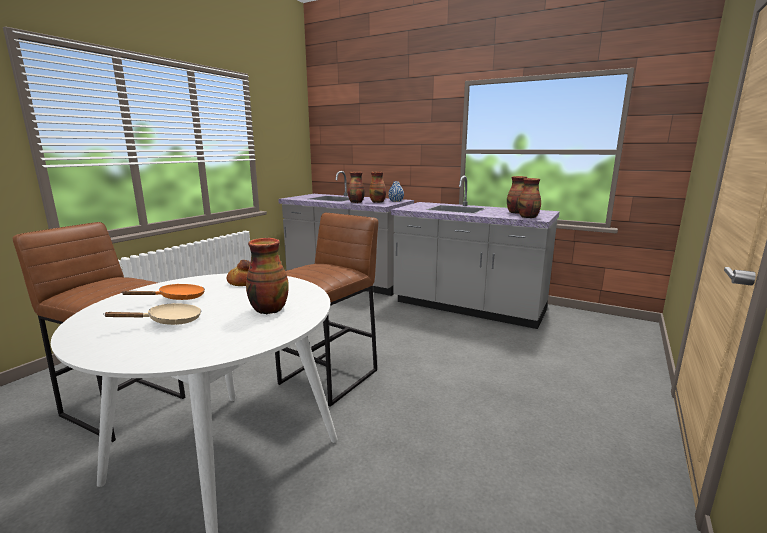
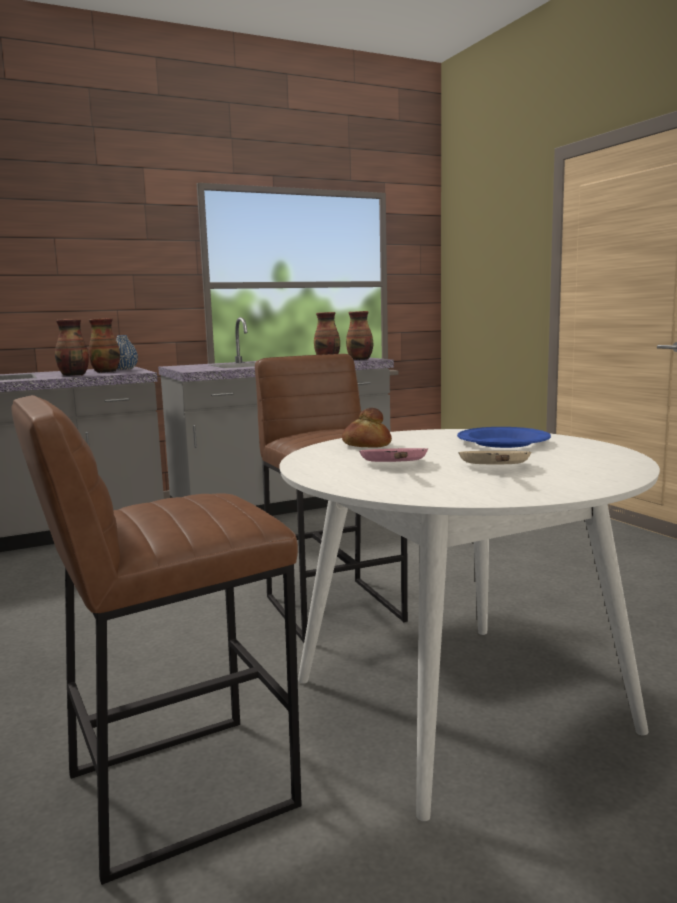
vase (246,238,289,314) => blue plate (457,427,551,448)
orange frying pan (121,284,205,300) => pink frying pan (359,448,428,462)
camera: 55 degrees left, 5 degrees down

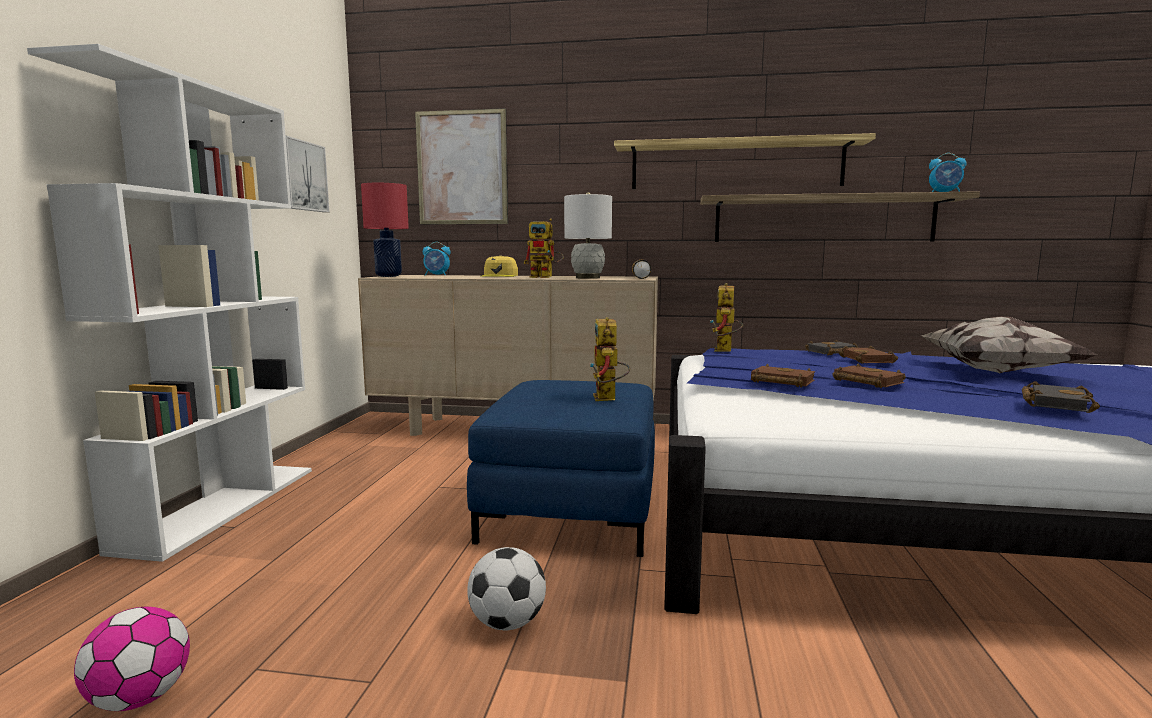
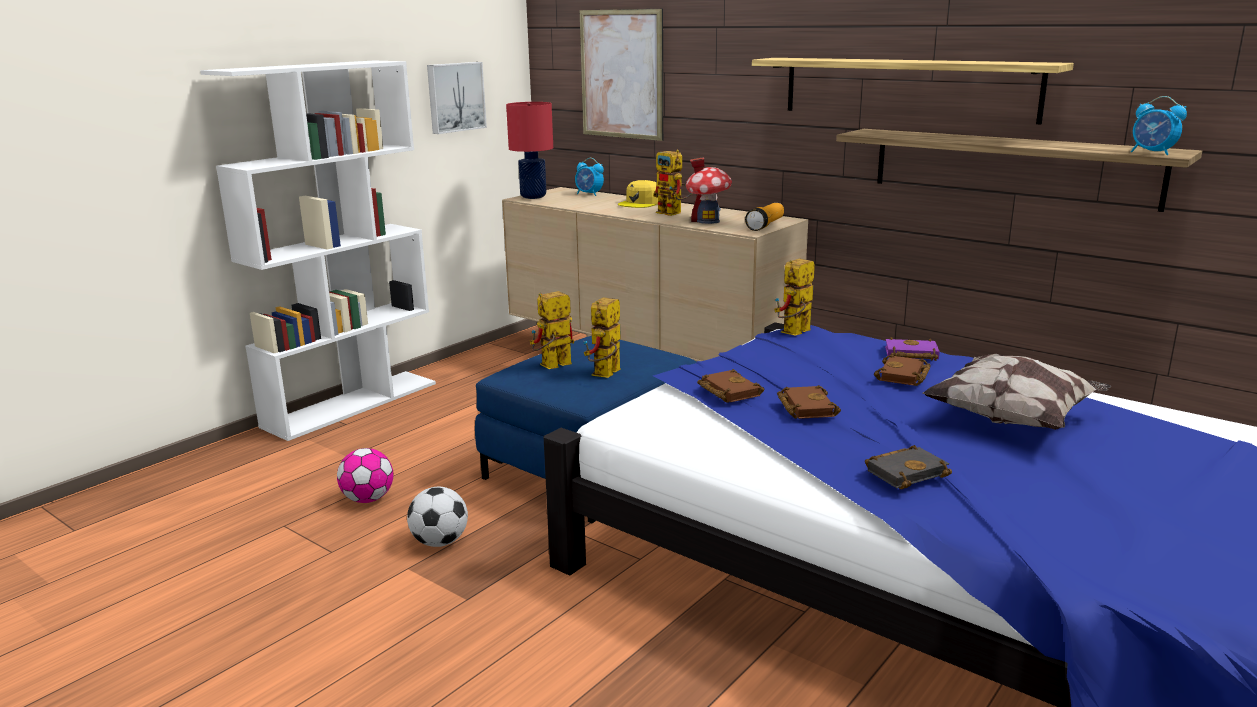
white table lamp (564,192,612,279) => toy house (686,157,732,224)
black book (805,339,860,355) => purple book (885,337,940,361)
football (74,607,190,711) => football (337,448,393,503), relocated
nothing => toy robot (530,291,574,369)
camera: 30 degrees right, 10 degrees up

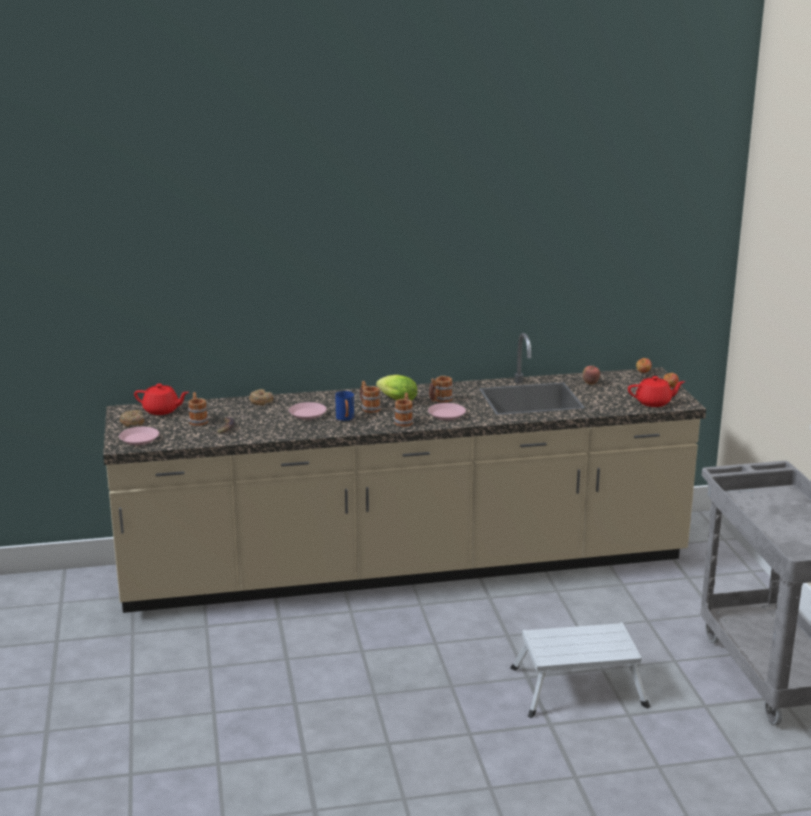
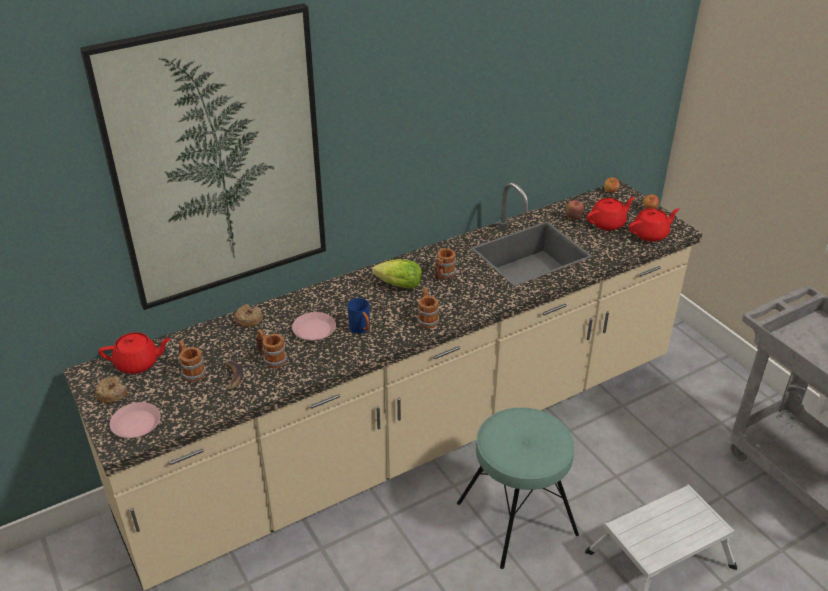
mug (360,381,382,413) => mug (256,329,287,368), relocated
pink plate (428,403,466,420) => nothing
nothing => picture (80,3,326,310)
nothing => red teapot (587,197,635,231)
nothing => turquoise stool (457,407,579,569)
camera: 20 degrees left, 15 degrees up

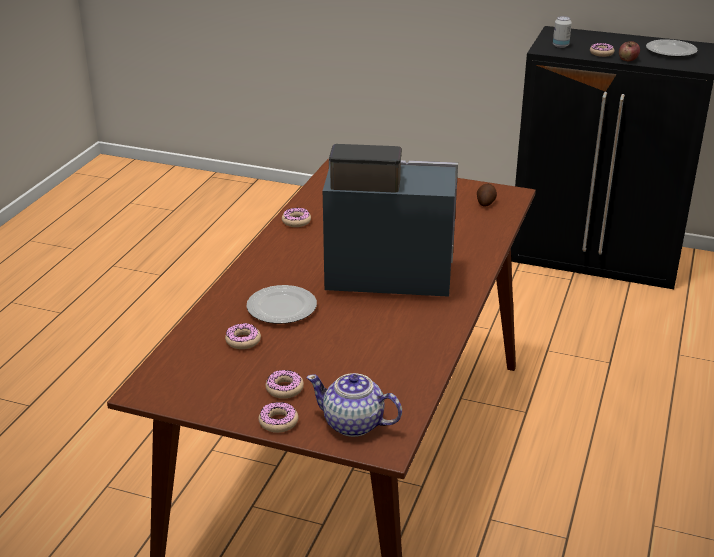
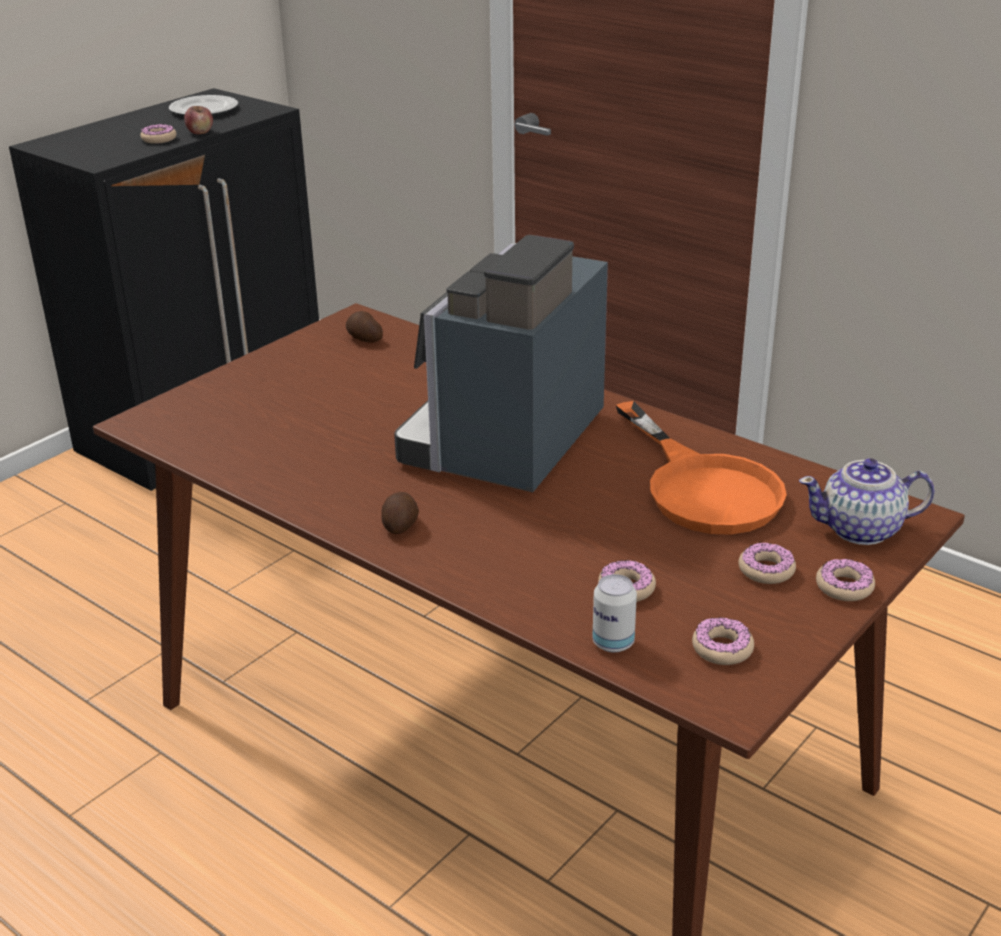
can (553,16,572,48) => can (593,574,637,653), relocated
donut (282,207,311,227) => donut (692,617,754,665), relocated
plate (246,285,317,324) => nothing
teapot (306,373,402,437) => teapot (799,458,935,545), 45 degrees clockwise
nothing => orange frying pan (616,401,787,535)
nothing => potato (381,492,419,534)
camera: 70 degrees left, 0 degrees up

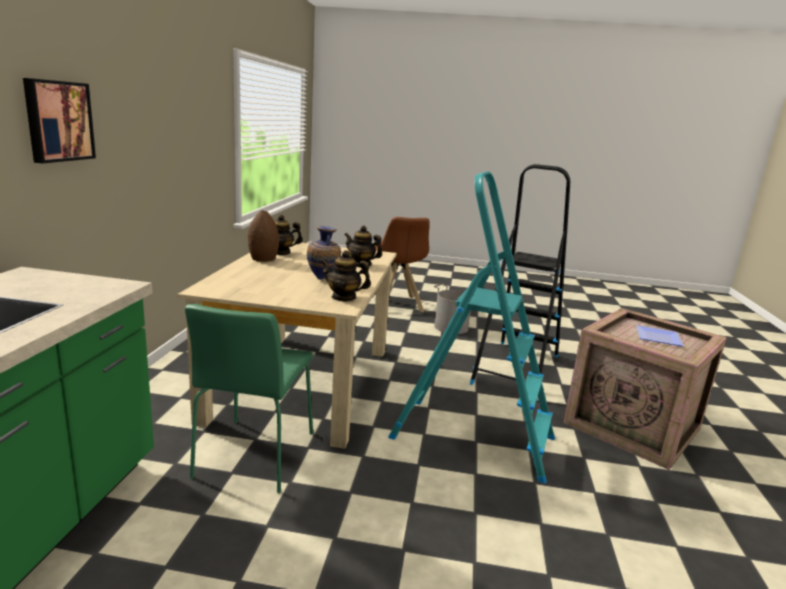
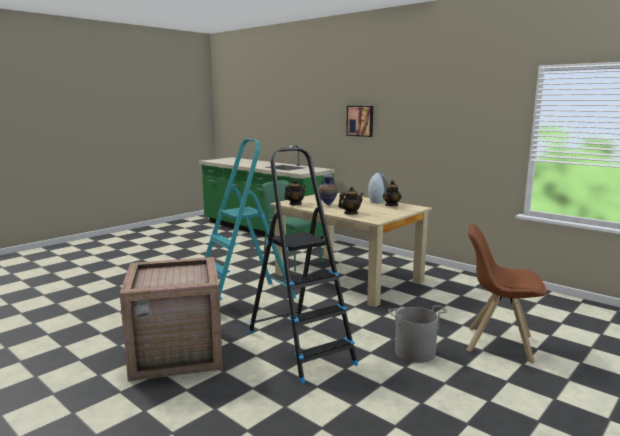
brown vase (248,211,279,262) => grey vase (368,173,388,203)
plate (636,325,684,347) => nothing
camera: 125 degrees right, 5 degrees down

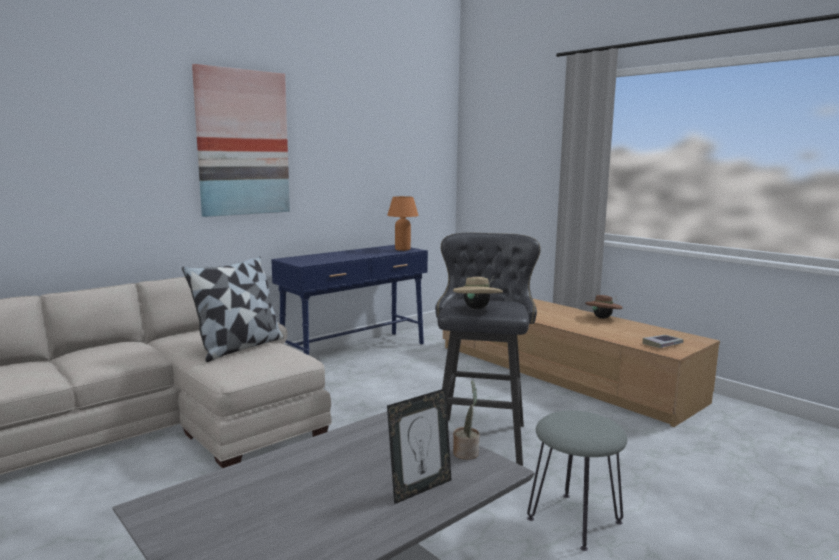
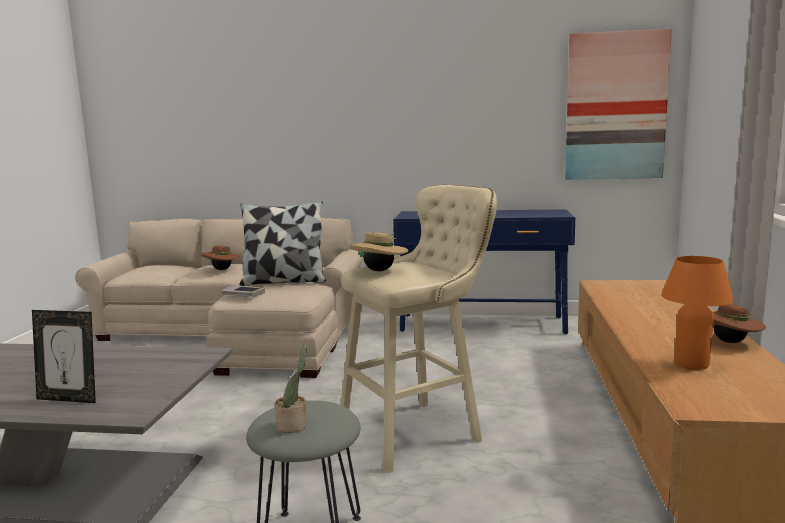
picture (192,64,290,217) => picture (565,29,672,180), relocated
orange table lamp (387,196,419,251) => orange table lamp (661,256,734,370), relocated
black stool (435,232,541,466) => beige stool (341,184,497,473)
book (643,335,683,348) => book (221,285,265,297), relocated
potted plant (453,381,480,460) => potted plant (275,344,307,433), relocated
nothing => brown hat (202,246,240,270)
camera: 50 degrees right, 0 degrees up

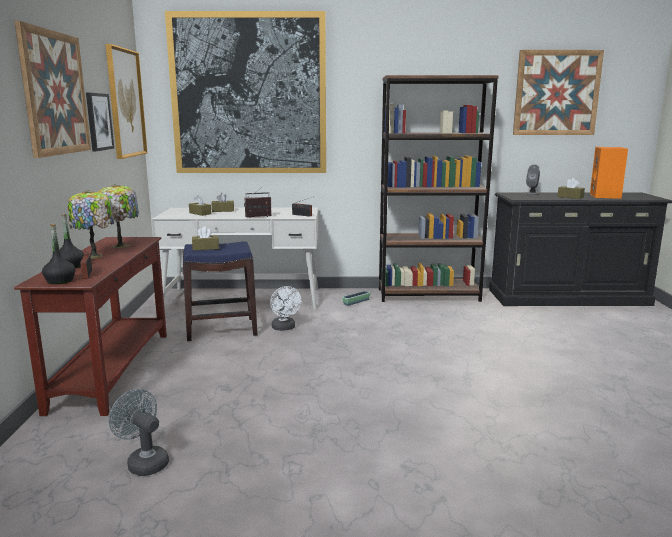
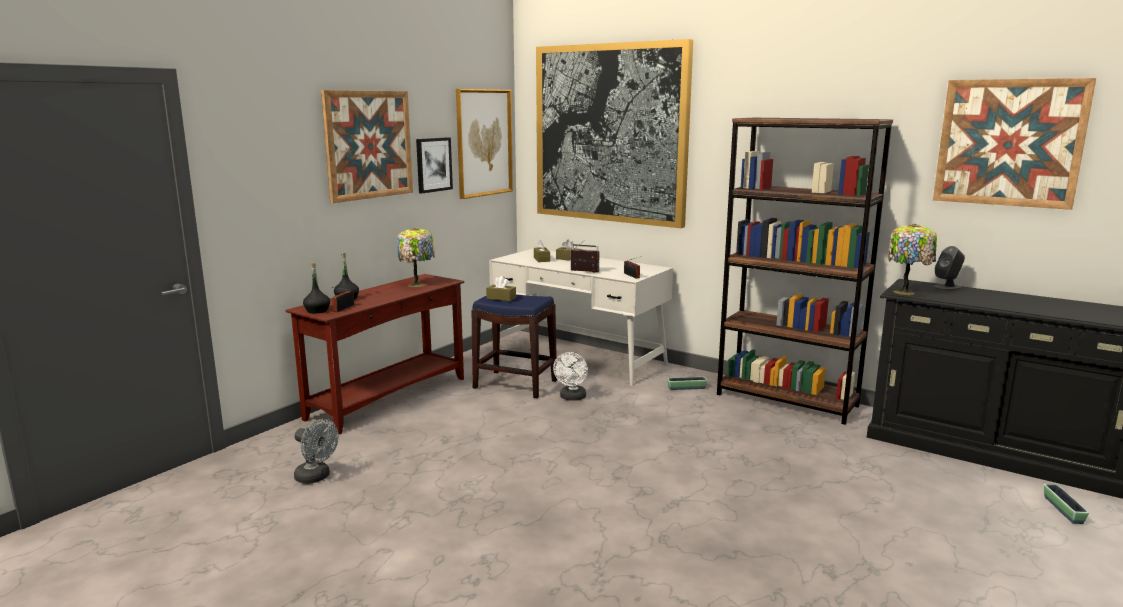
orange speaker (590,147,628,199) => nothing
brown tissue box (557,178,585,199) => nothing
table lamp (67,190,114,259) => table lamp (888,224,937,295), relocated
grey fan (109,389,169,476) => grey fan (294,419,339,484), 135 degrees clockwise
nothing => planter (1044,484,1089,524)
camera: 35 degrees right, 0 degrees up

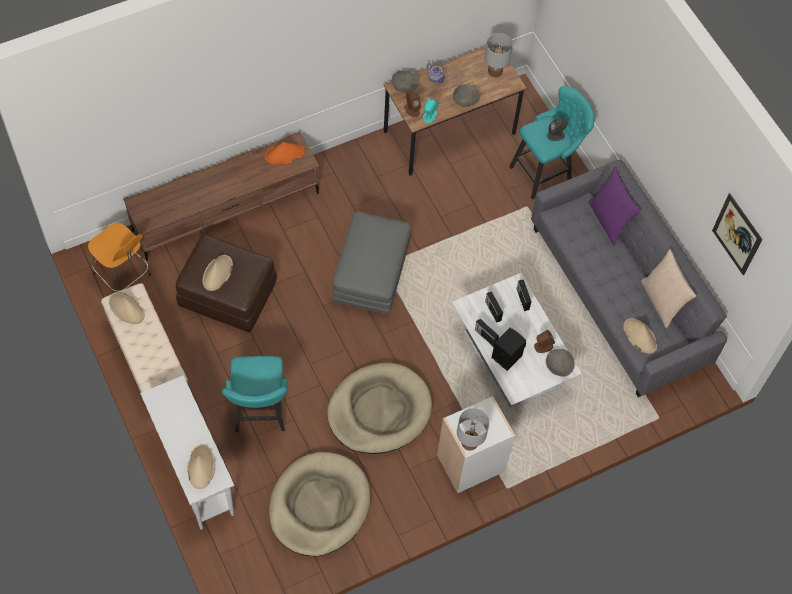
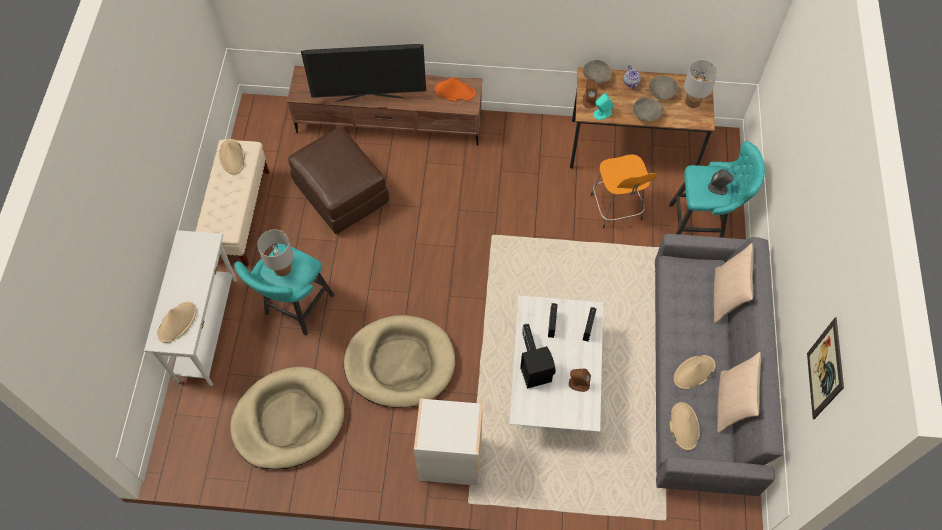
purple pillow (589,168,641,246) => beige pillow (714,243,753,323)
grey ottoman (332,212,411,315) => nothing
orange stool (88,223,151,292) => orange stool (591,154,657,228), relocated
beige hat (203,255,233,291) => beige hat (673,355,715,389), relocated
grey bowl (546,349,575,376) => grey bowl (649,76,677,100), relocated
grey table lamp (457,408,489,451) => grey table lamp (257,230,293,276), relocated
nothing => television (301,44,426,102)
camera: 35 degrees right, 0 degrees up

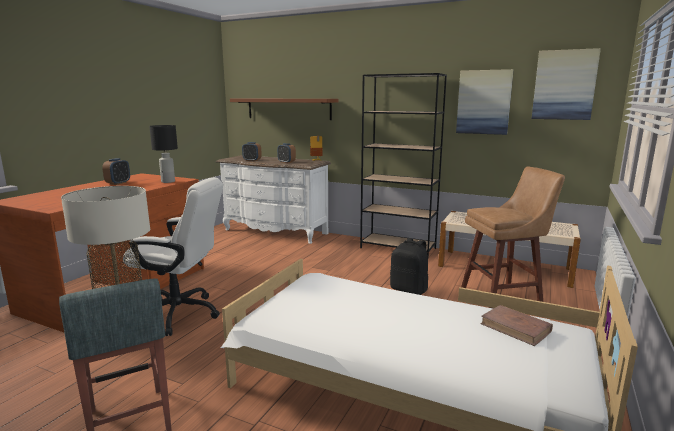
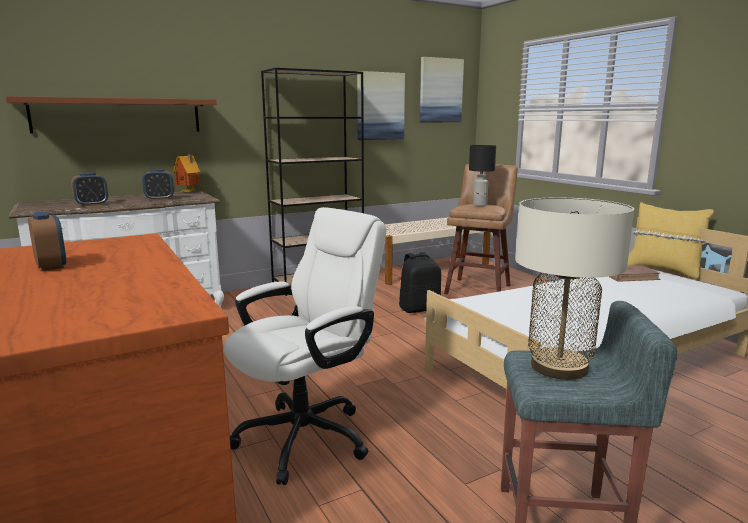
black table lamp (149,125,178,183) => black table lamp (469,145,496,206), relocated
nothing => yellow pillow (627,202,714,280)
camera: 55 degrees left, 0 degrees up

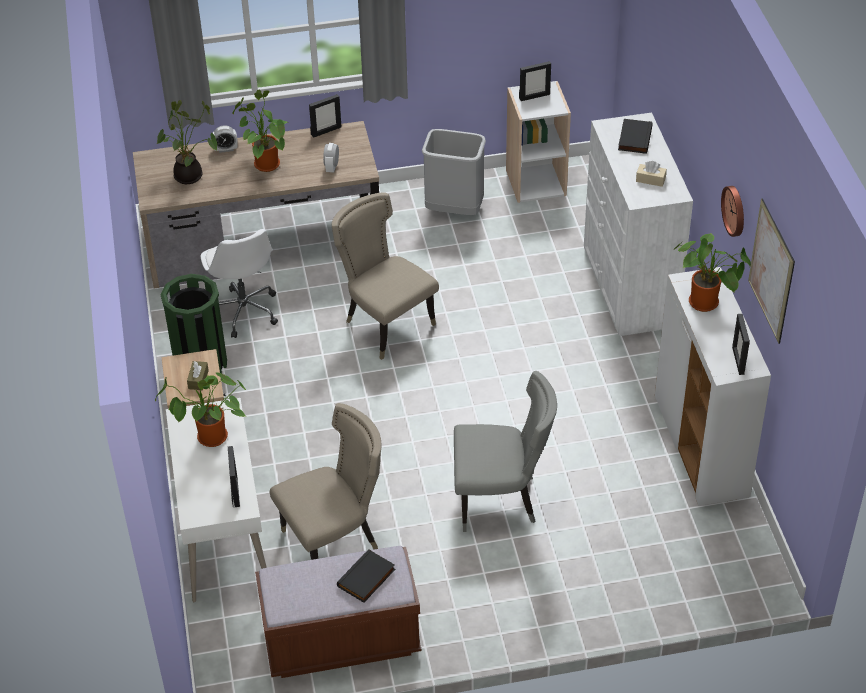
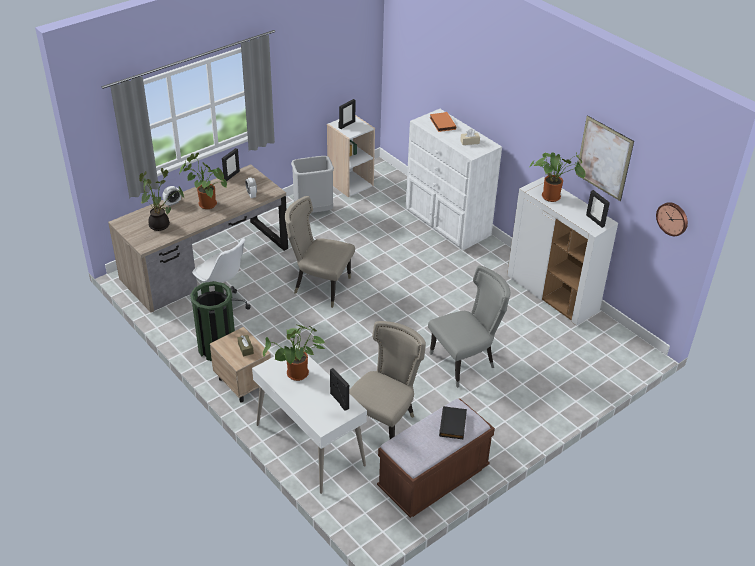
black book (618,119,653,154) => orange book (430,112,456,132)
wall clock (721,186,744,237) => wall clock (656,202,688,236), relocated
camera: 30 degrees left, 5 degrees down

